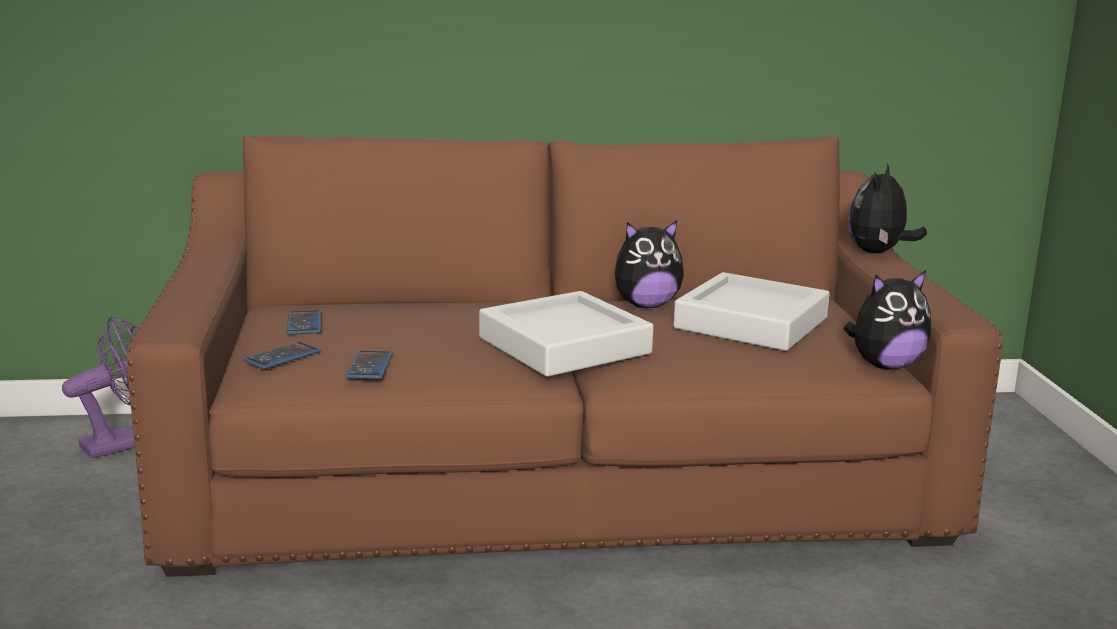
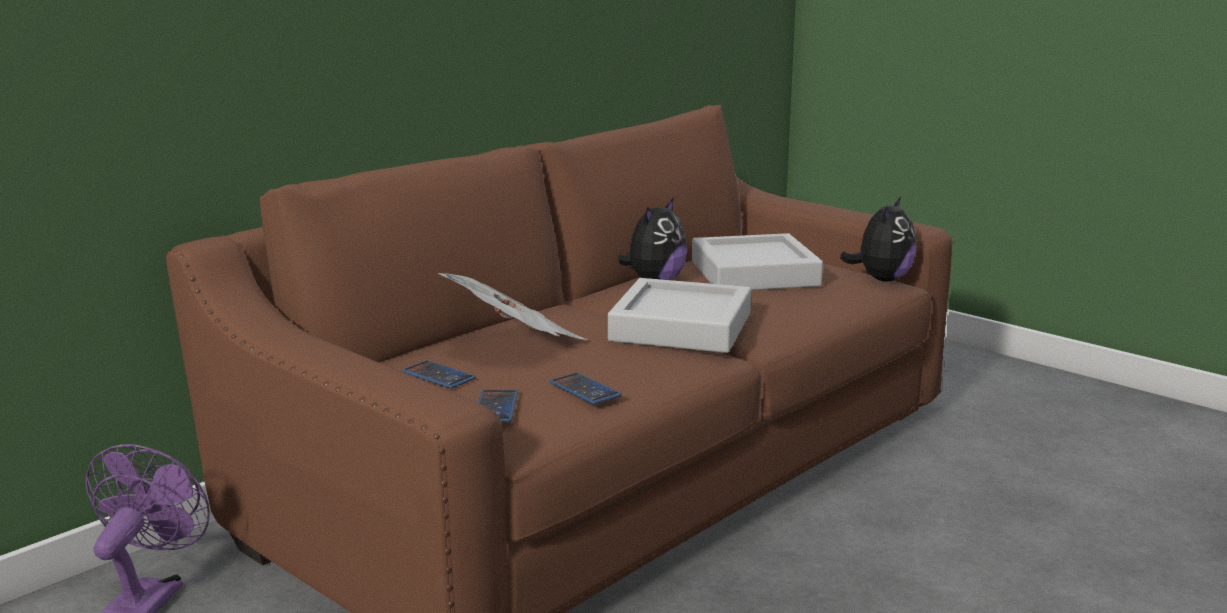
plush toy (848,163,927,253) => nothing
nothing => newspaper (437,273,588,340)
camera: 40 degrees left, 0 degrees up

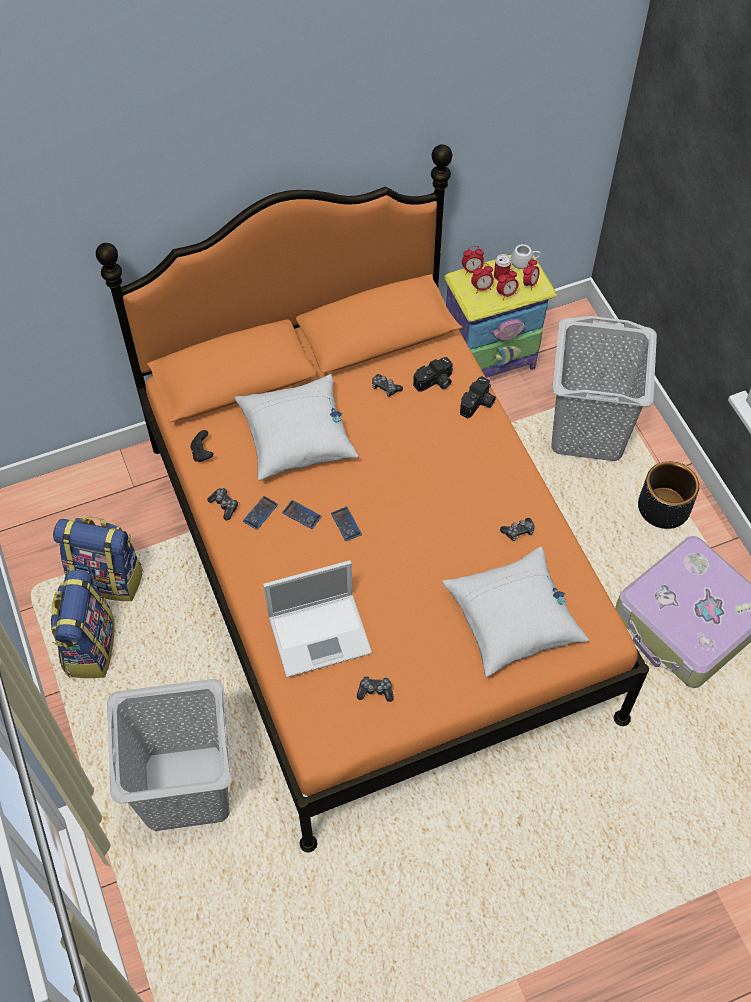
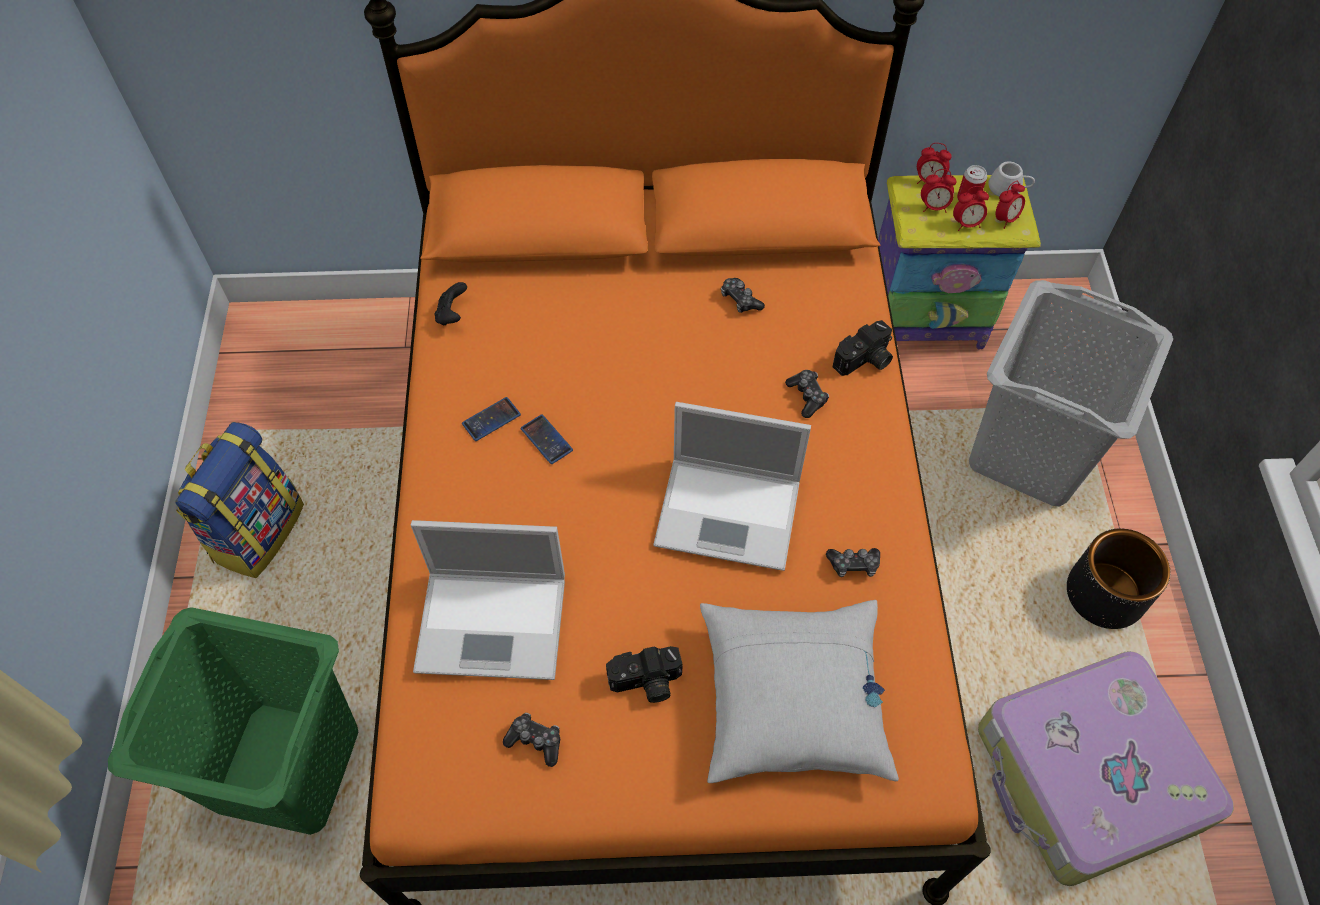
photo camera (413,357,453,392) => photo camera (606,646,683,703), relocated
grey pillow (235,374,359,481) => nothing
game controller (207,488,238,520) => game controller (785,370,829,418), relocated
phone (331,507,362,541) => nothing
backpack (53,516,144,601) => nothing
grey laundry basket (107,679,232,831) => green laundry basket (108,607,358,835)
nothing => laptop (653,402,811,571)
camera: 20 degrees right, 0 degrees up

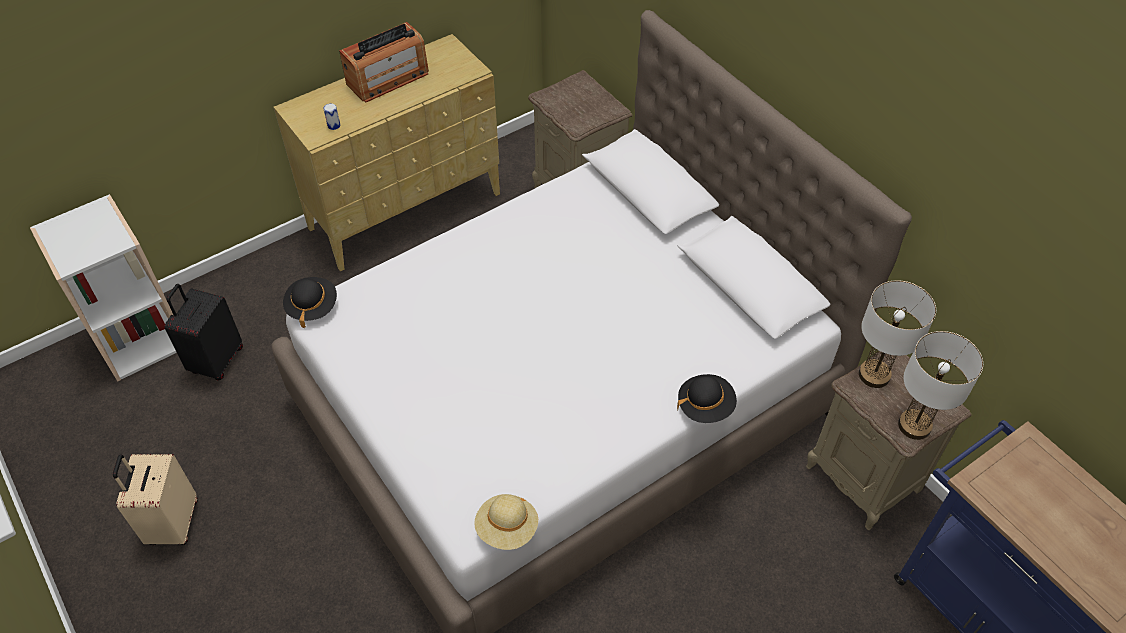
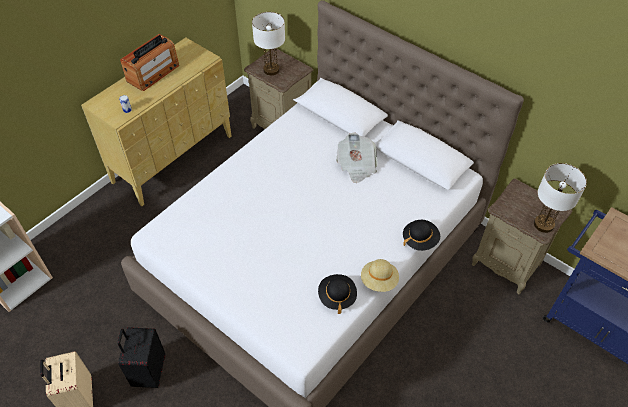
black hat (283,277,337,328) => black hat (318,274,357,314), relocated
table lamp (859,280,936,388) => table lamp (252,12,285,75), relocated
black suitcase (165,284,243,380) => black suitcase (117,327,165,388), relocated
beige hat (474,494,538,550) => beige hat (361,259,399,292), relocated
nothing => newspaper (336,133,377,183)
camera: 15 degrees left, 0 degrees up

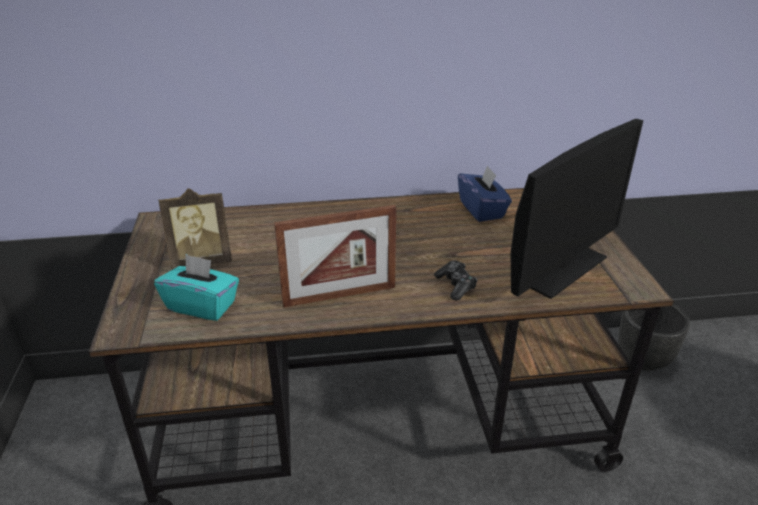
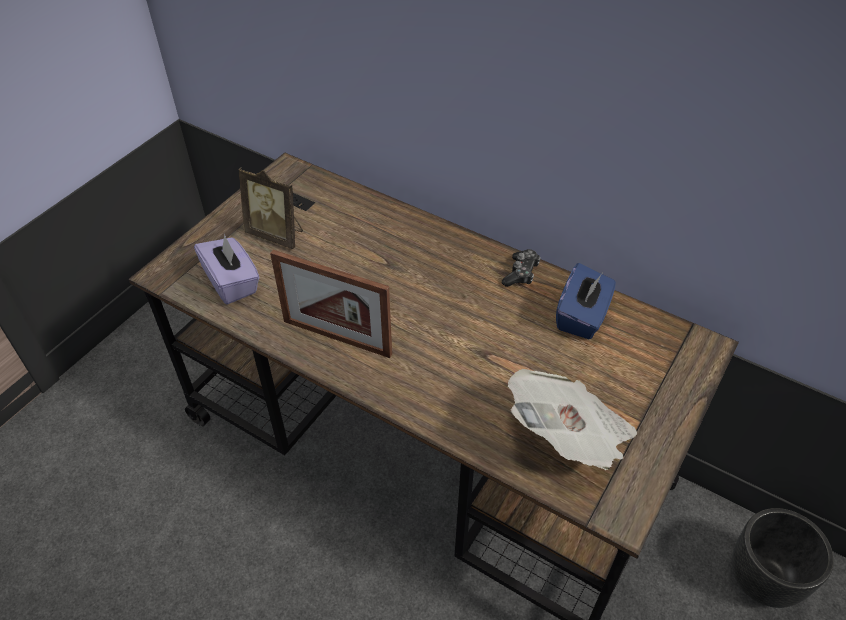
monitor (511,119,643,299) => newspaper (508,369,637,470)
turquoise tissue box (154,254,239,321) => purple tissue box (194,234,260,304)
game controller (434,260,477,301) => game controller (502,249,541,287), relocated
camera: 40 degrees right, 15 degrees up

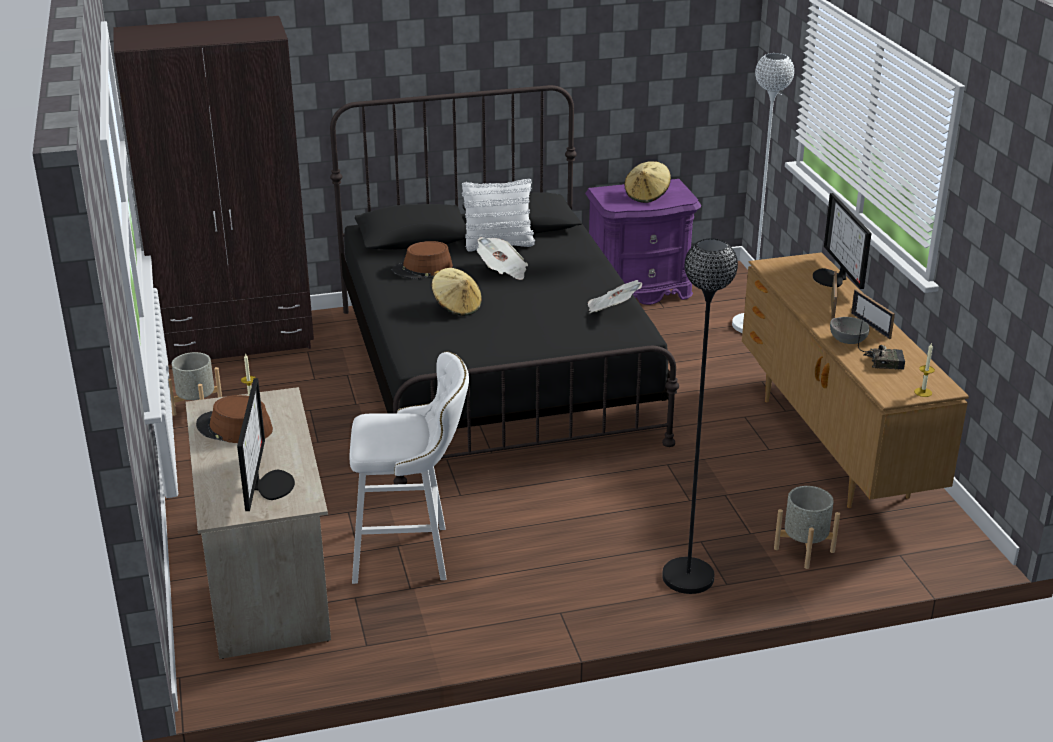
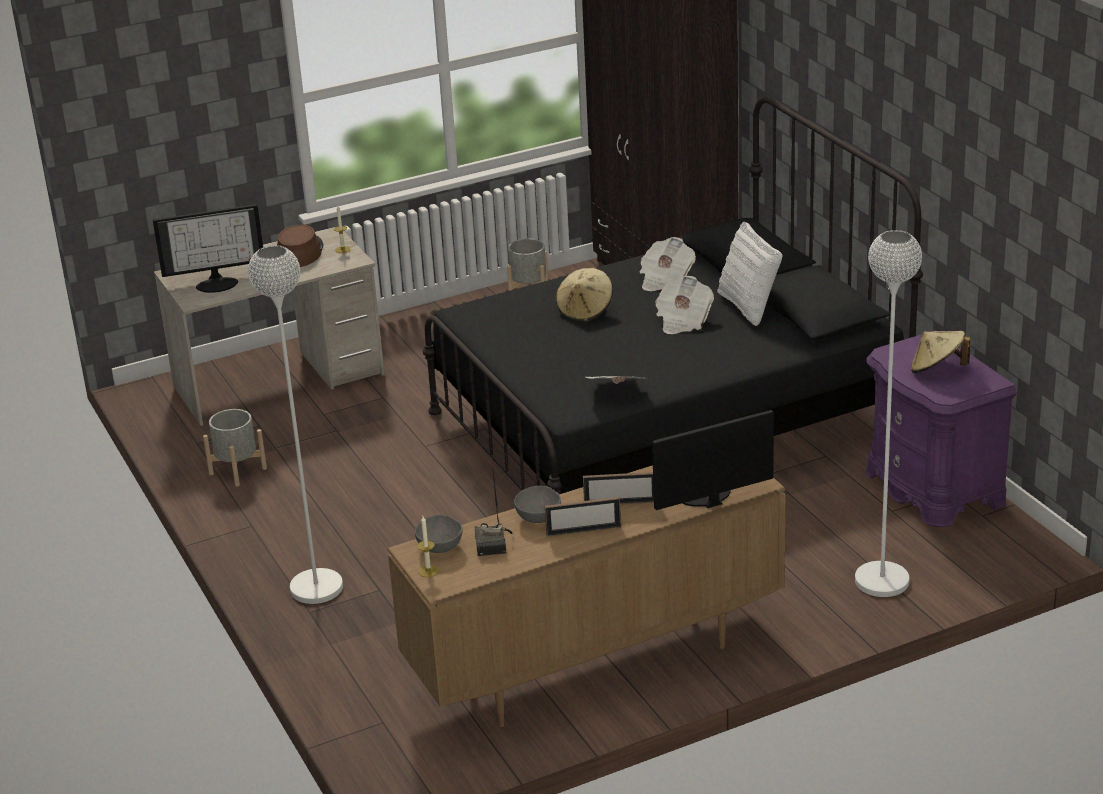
black floor lamp (662,238,738,594) => white floor lamp (248,245,343,604)
brown hat (392,241,453,279) => newspaper (640,237,696,291)
picture frame (851,289,895,339) => picture frame (545,497,621,537), 150 degrees counterclockwise
white stool (350,352,469,584) => nothing
grey planter (774,486,840,569) => grey planter (203,409,267,487), relocated
nothing => grey bowl (415,515,463,553)
camera: 80 degrees right, 0 degrees up

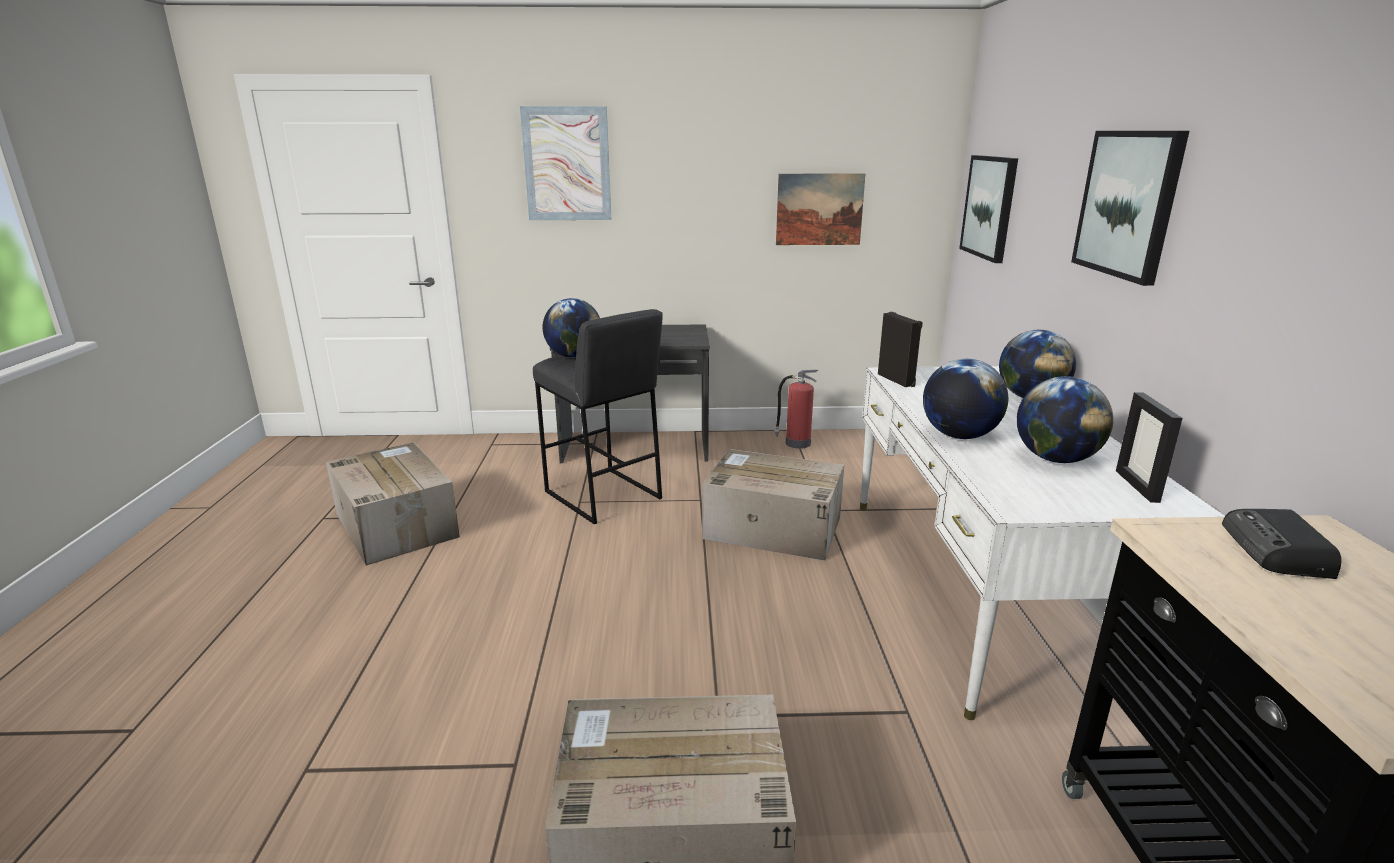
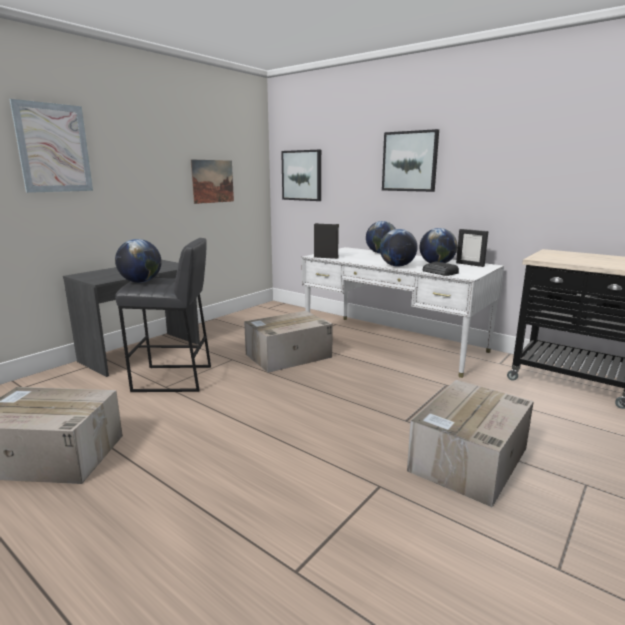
fire extinguisher (774,370,818,449) => nothing
radio (1222,509,1341,579) => radio (423,262,459,276), relocated
camera: 50 degrees left, 5 degrees down

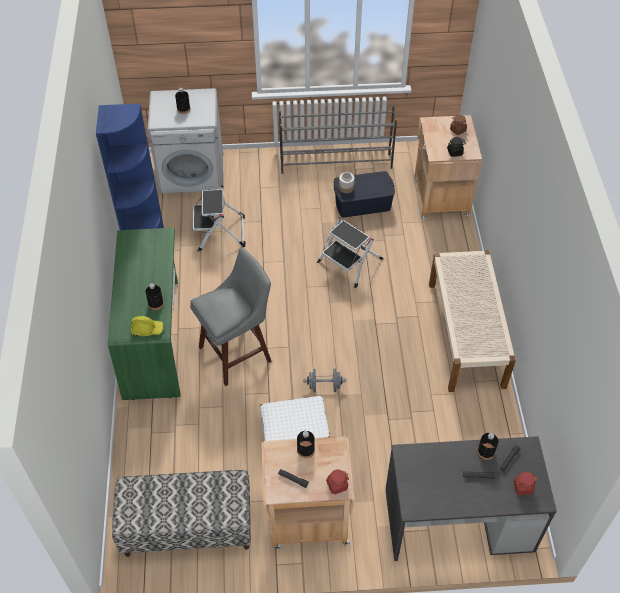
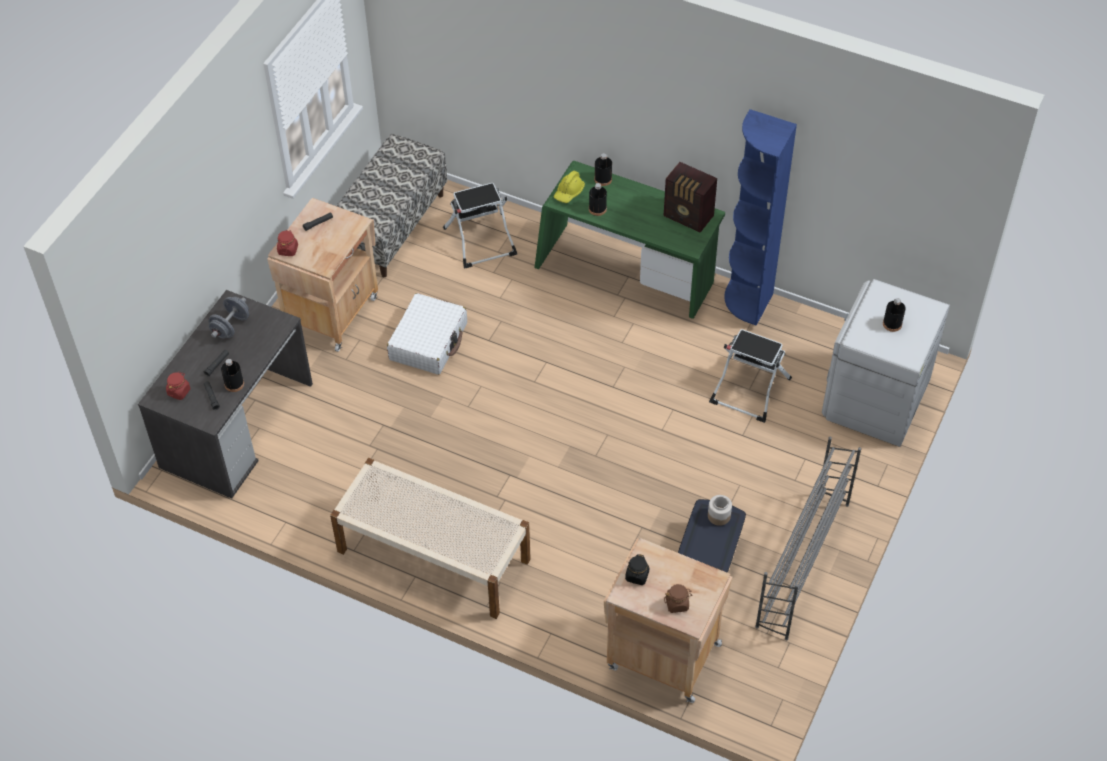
step ladder (317,218,384,288) => step ladder (443,183,517,269), relocated
grey stool (190,248,272,386) => nothing
grey dumbbell (303,369,346,392) => grey dumbbell (208,297,249,339), relocated
black bottle (297,431,315,458) => black bottle (594,153,612,186), relocated
nothing => radio (664,162,717,233)
camera: 120 degrees right, 0 degrees up

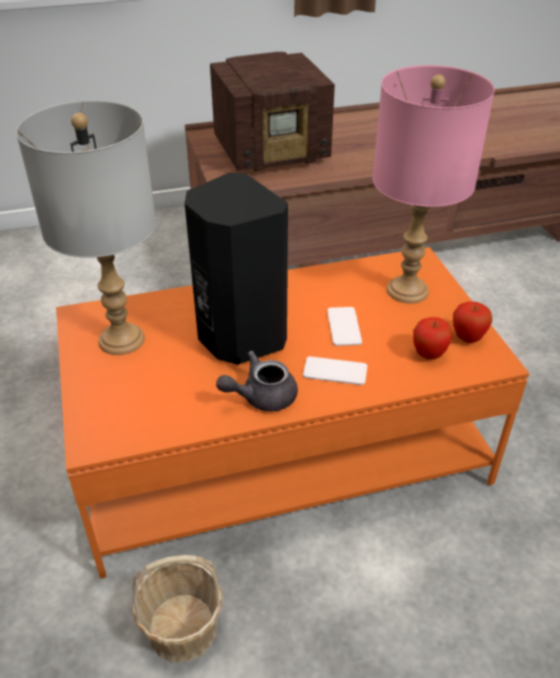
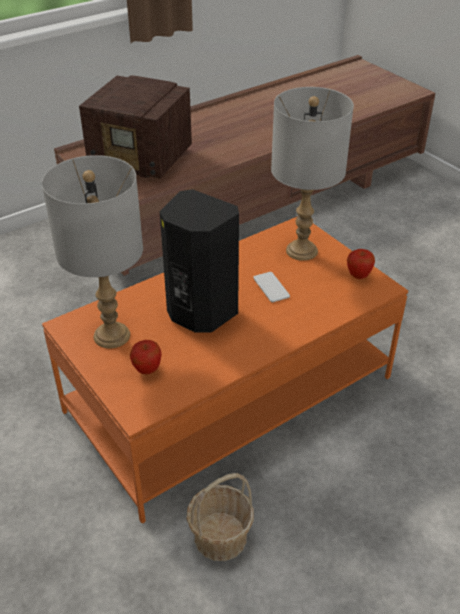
radio (210,52,335,171) => radio (79,76,192,179), 60 degrees clockwise
pink table lamp (373,65,495,304) => grey table lamp (271,87,354,261)
apple (413,317,452,360) => apple (130,340,162,375), relocated
grey teapot (216,351,298,412) => nothing
phone (303,356,367,385) => nothing
camera: 20 degrees left, 0 degrees up

